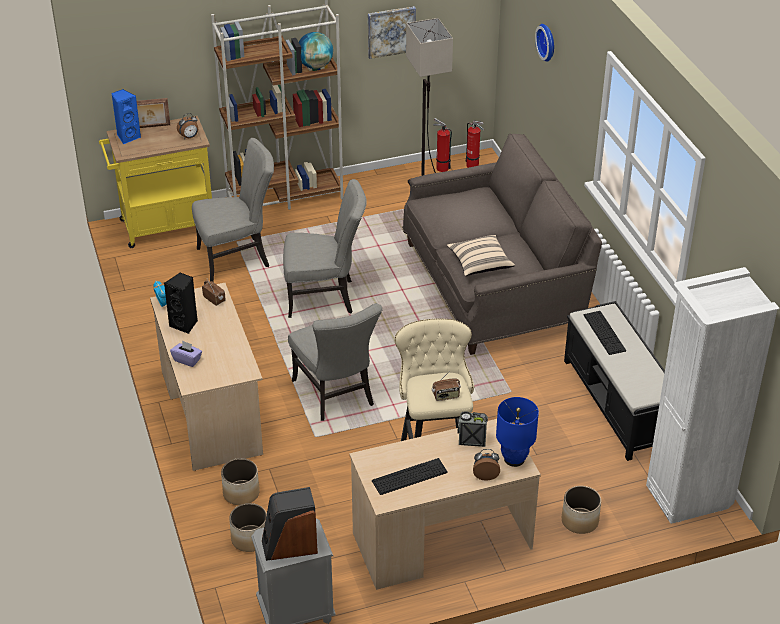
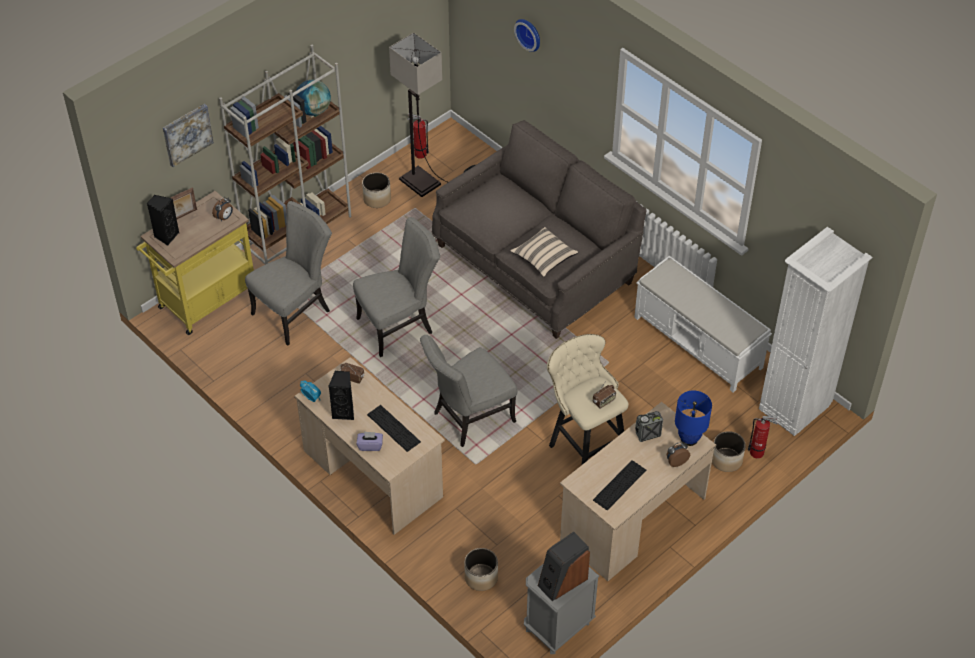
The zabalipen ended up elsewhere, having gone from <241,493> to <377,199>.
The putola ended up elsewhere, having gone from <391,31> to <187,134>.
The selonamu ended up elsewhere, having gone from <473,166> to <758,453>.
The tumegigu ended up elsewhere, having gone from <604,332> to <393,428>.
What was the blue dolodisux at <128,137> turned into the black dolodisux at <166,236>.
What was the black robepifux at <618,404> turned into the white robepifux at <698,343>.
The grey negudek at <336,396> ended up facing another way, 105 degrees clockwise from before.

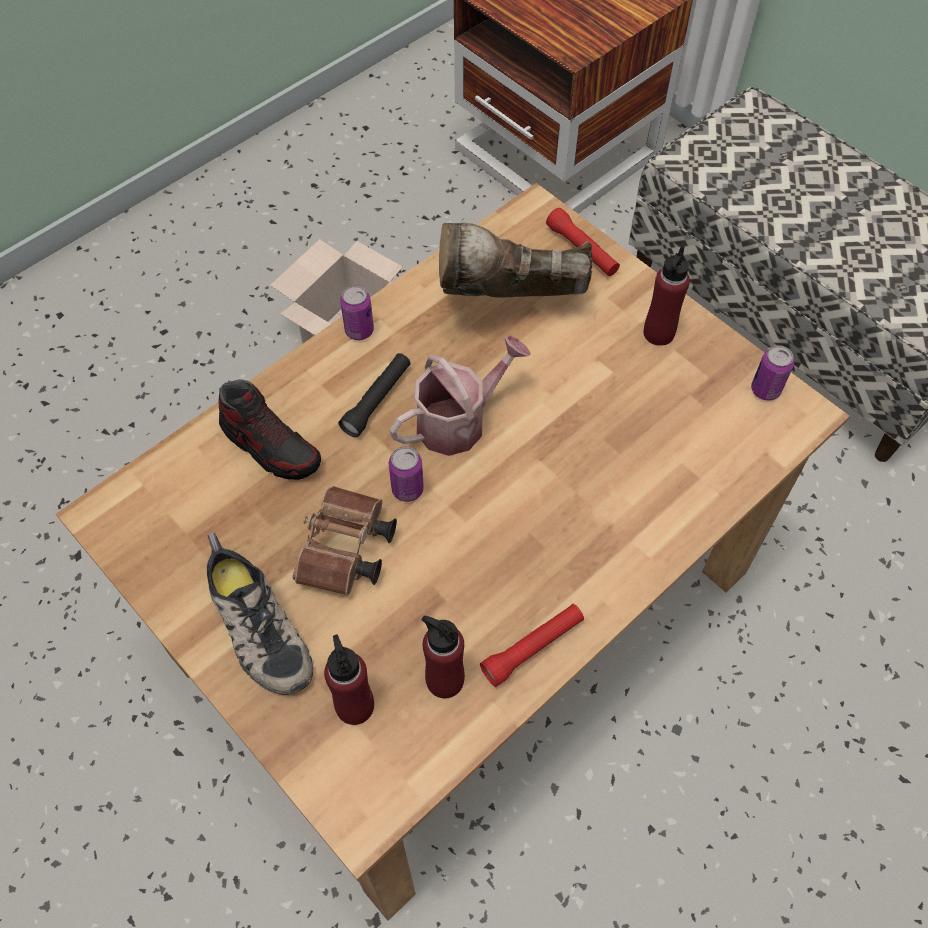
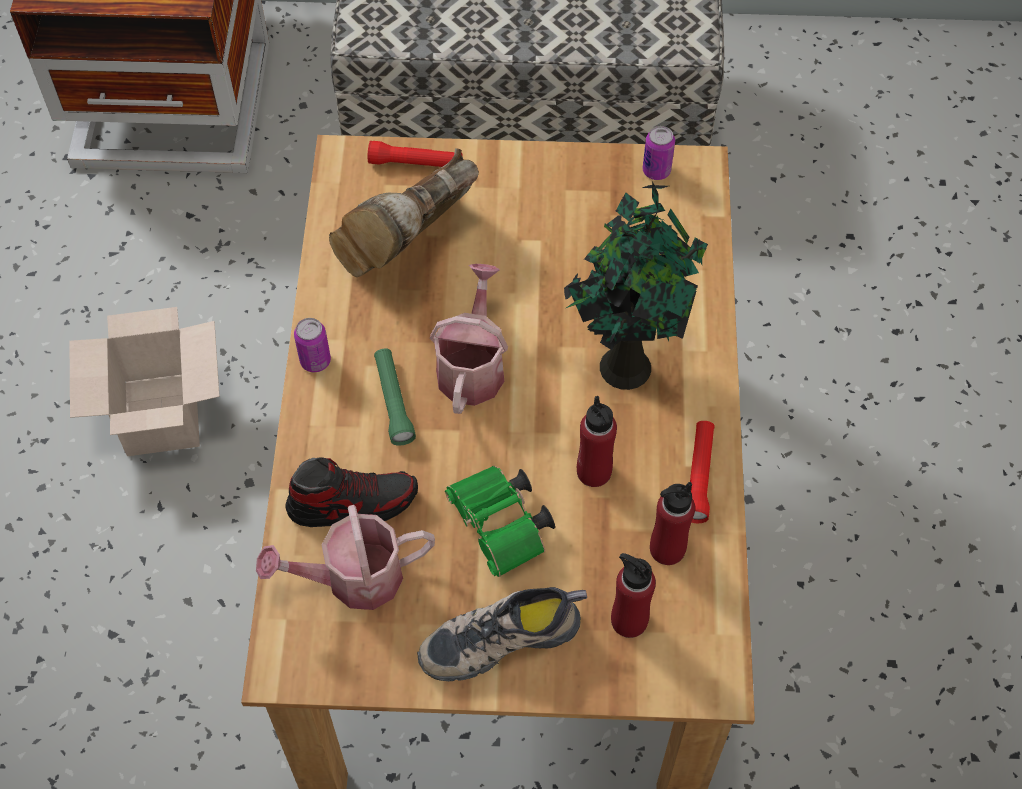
The second view lost the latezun at <407,489>.
The second view gained the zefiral at <353,579>.
The second view gained the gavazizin at <624,363>.
The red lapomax ended up elsewhere, having gone from <658,333> to <594,472>.
What was the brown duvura at <345,553> turned into the green duvura at <502,528>.
What was the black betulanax at <377,400> turned into the green betulanax at <393,401>.
The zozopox at <255,628> ended up facing another way, 150 degrees clockwise from before.

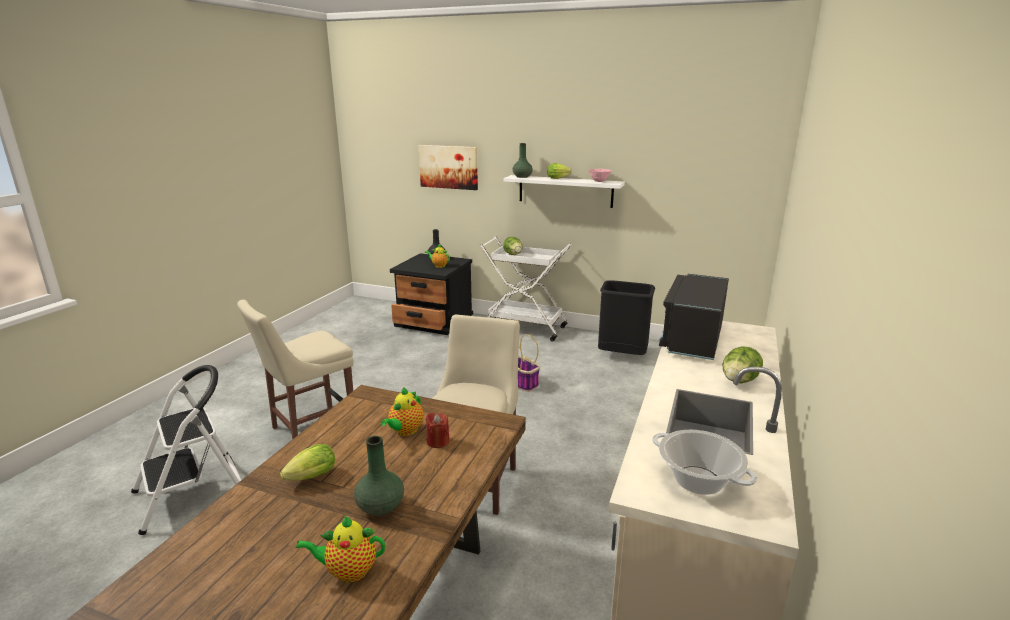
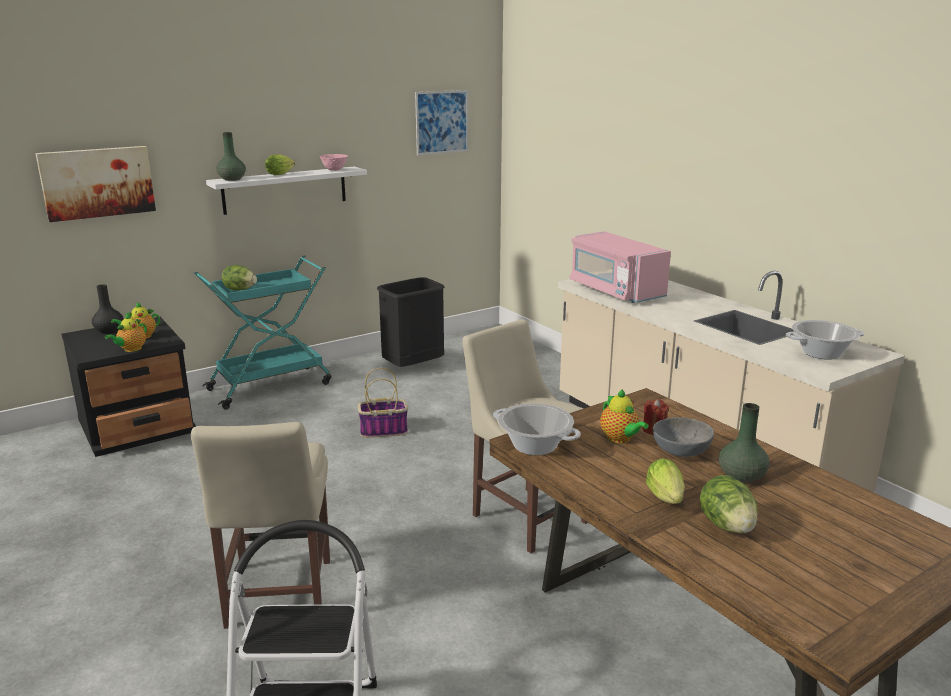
The second view gained the putola at <442,122>.
The second view gained the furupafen at <534,446>.
The second view gained the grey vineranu at <680,451>.
The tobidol ended up elsewhere, having gone from <348,571> to <131,349>.
The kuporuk ended up elsewhere, having gone from <739,381> to <727,526>.
What was the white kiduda at <523,329> turned into the turquoise kiduda at <270,387>.
What was the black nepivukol at <692,338> turned into the pink nepivukol at <615,291>.

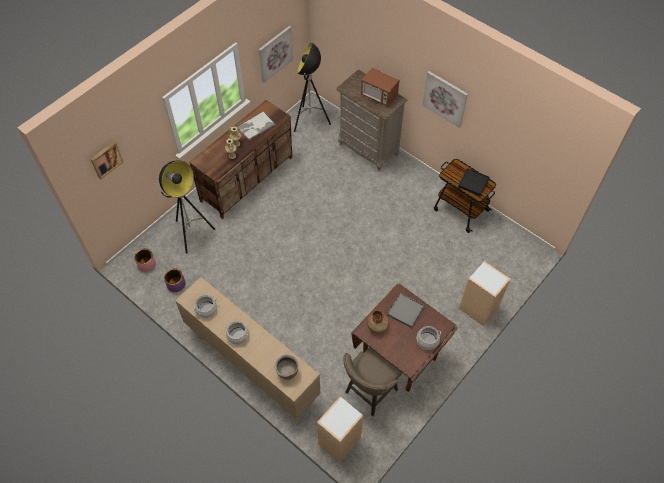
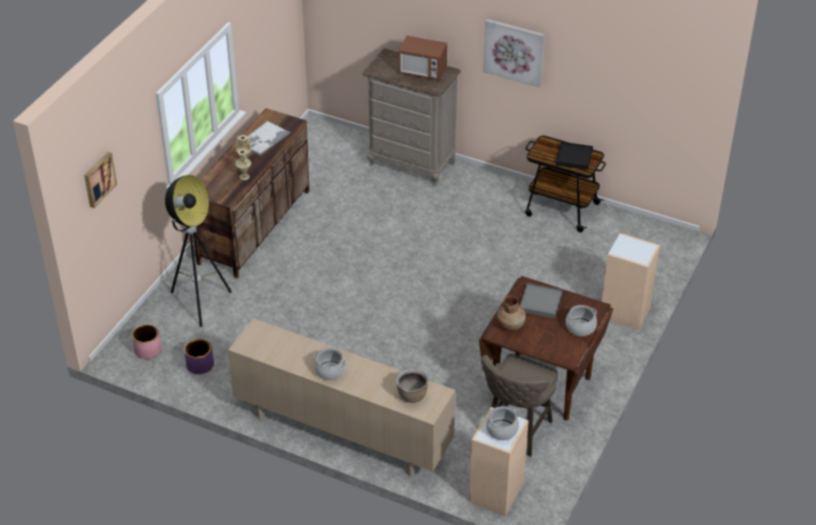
The second view lost the putola at <275,53>.
The second view lost the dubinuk at <310,121>.
The furupafen ended up elsewhere, having gone from <206,309> to <502,430>.

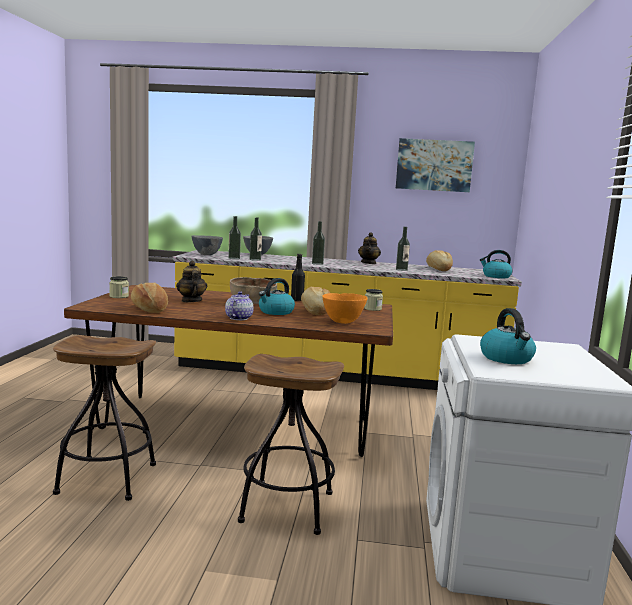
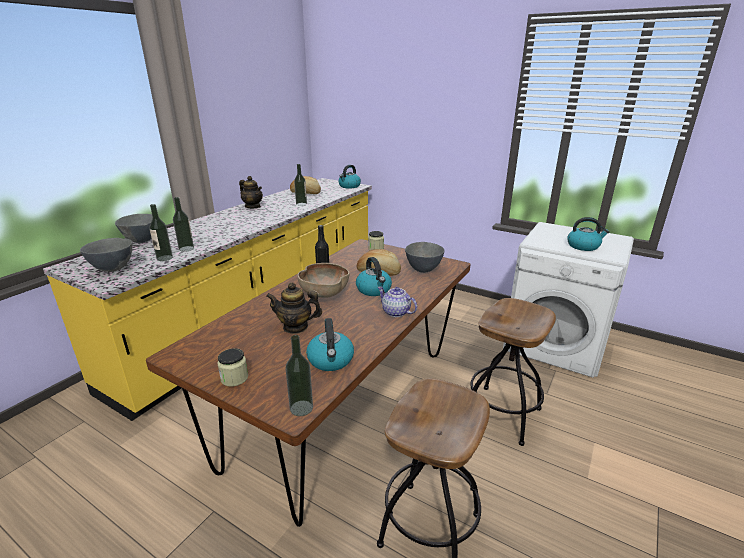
The second view lost the putola at <434,165>.
The lapomax ended up elsewhere, having gone from <317,264> to <301,408>.
Where the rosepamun stood at <149,309>, the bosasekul came to stand at <331,360>.
What was the orange vineranu at <342,322> turned into the grey vineranu at <423,270>.

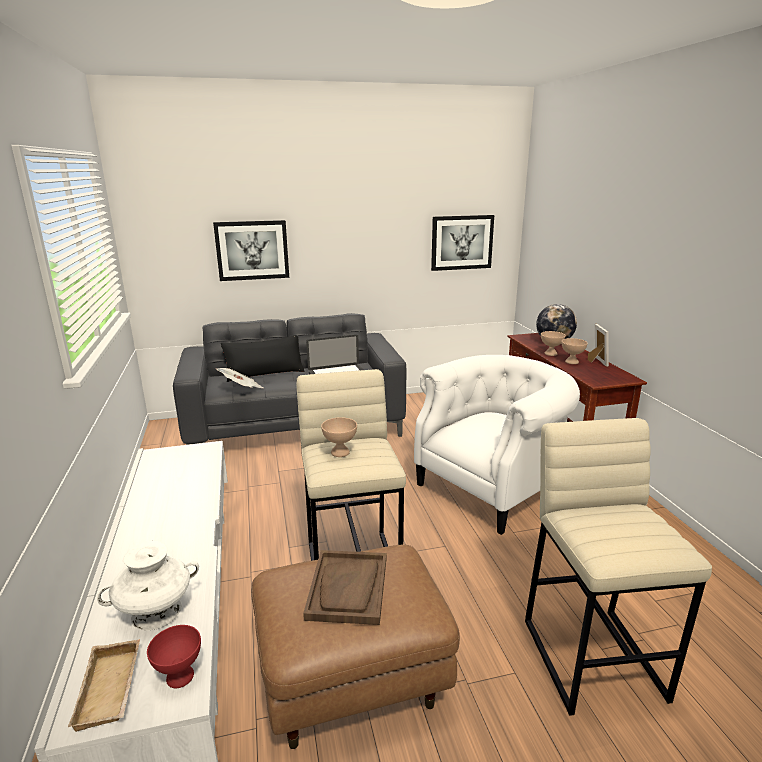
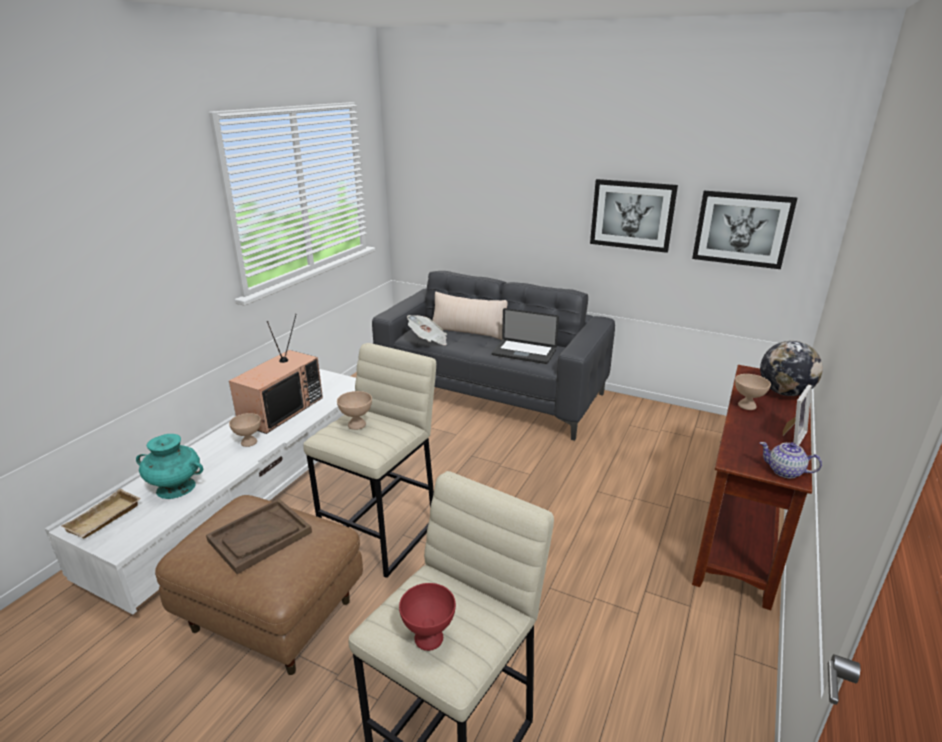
The second view lost the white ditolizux at <493,487>.
The second view gained the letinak at <281,409>.
The second view gained the tobidol at <785,472>.
The red vineranu ended up elsewhere, having gone from <180,676> to <429,637>.
The putola ended up elsewhere, having gone from <252,250> to <632,215>.
The beige vineranu ended up elsewhere, having gone from <572,362> to <249,442>.
What was the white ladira at <156,612> turned into the turquoise ladira at <175,488>.
What was the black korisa at <264,373> turned into the beige korisa at <468,331>.

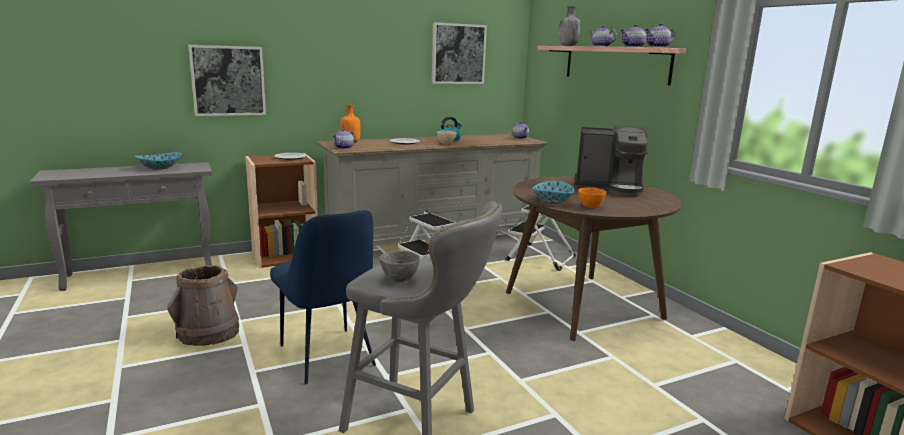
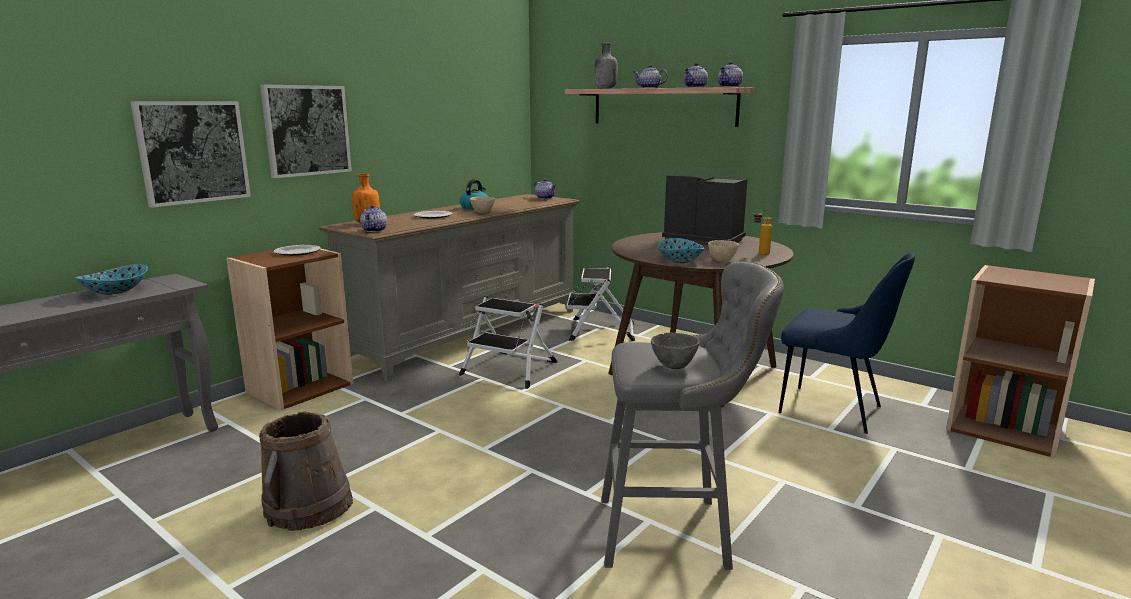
The second view gained the lapomax at <760,253>.
The blue negudek ended up elsewhere, having gone from <328,355> to <831,409>.
The putola ended up elsewhere, having gone from <458,54> to <307,130>.
What was the orange vineranu at <591,207> turned into the beige vineranu at <722,260>.
The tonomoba at <609,188> ended up facing another way, 135 degrees counterclockwise from before.

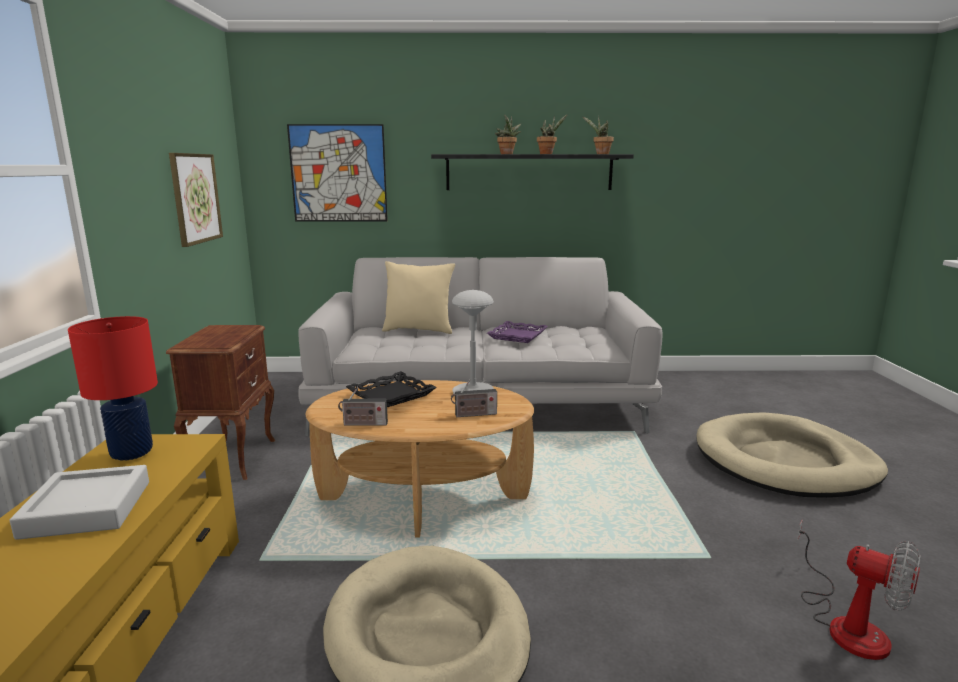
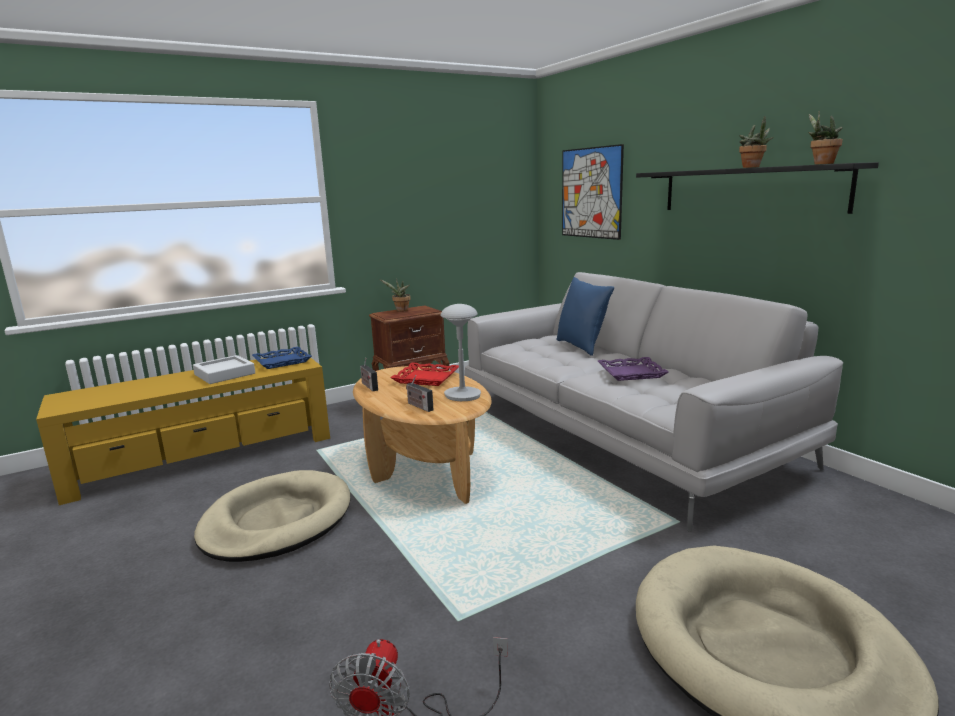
The second view lost the putola at <195,198>.
The gavazizin ended up elsewhere, having gone from <507,154> to <401,310>.
Where the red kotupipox stood at <132,455>, the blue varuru came to stand at <282,361>.
What was the black varuru at <391,395> turned into the red varuru at <425,378>.
What was the beige korisa at <419,330> turned into the blue korisa at <582,346>.

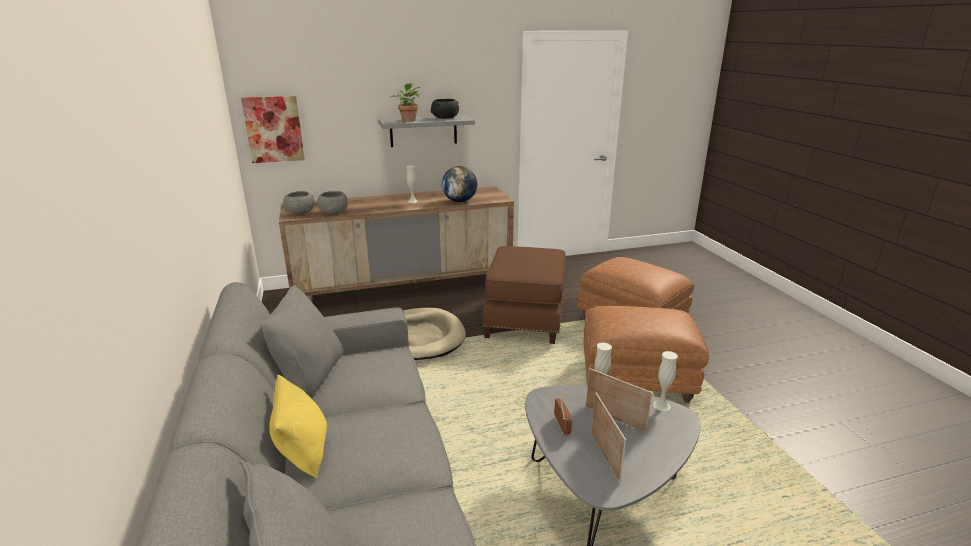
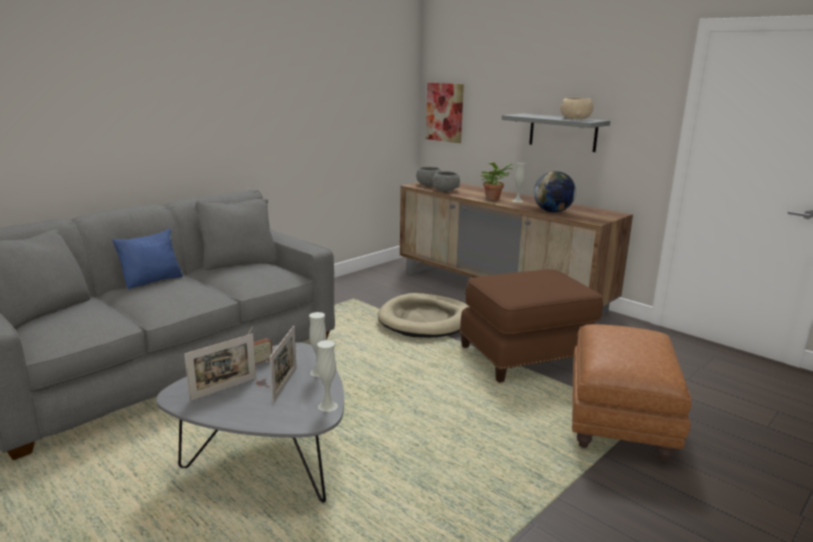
The second view lost the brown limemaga at <637,380>.
The gavazizin ended up elsewhere, having gone from <408,120> to <493,198>.
What was the yellow korisa at <303,452> turned into the blue korisa at <153,281>.
What was the black vineranu at <445,118> turned into the beige vineranu at <575,119>.

